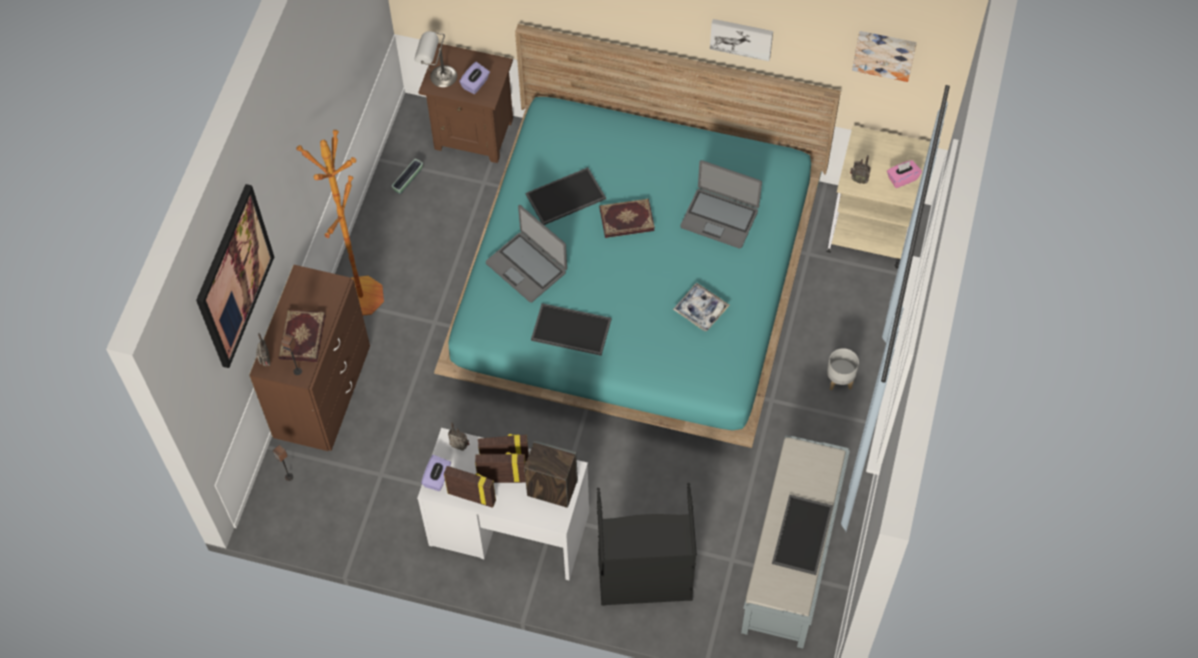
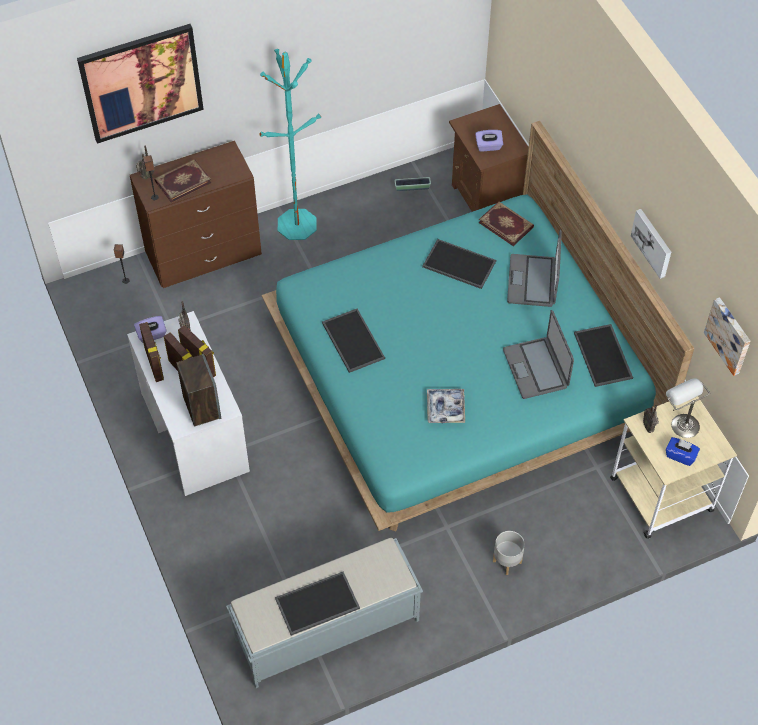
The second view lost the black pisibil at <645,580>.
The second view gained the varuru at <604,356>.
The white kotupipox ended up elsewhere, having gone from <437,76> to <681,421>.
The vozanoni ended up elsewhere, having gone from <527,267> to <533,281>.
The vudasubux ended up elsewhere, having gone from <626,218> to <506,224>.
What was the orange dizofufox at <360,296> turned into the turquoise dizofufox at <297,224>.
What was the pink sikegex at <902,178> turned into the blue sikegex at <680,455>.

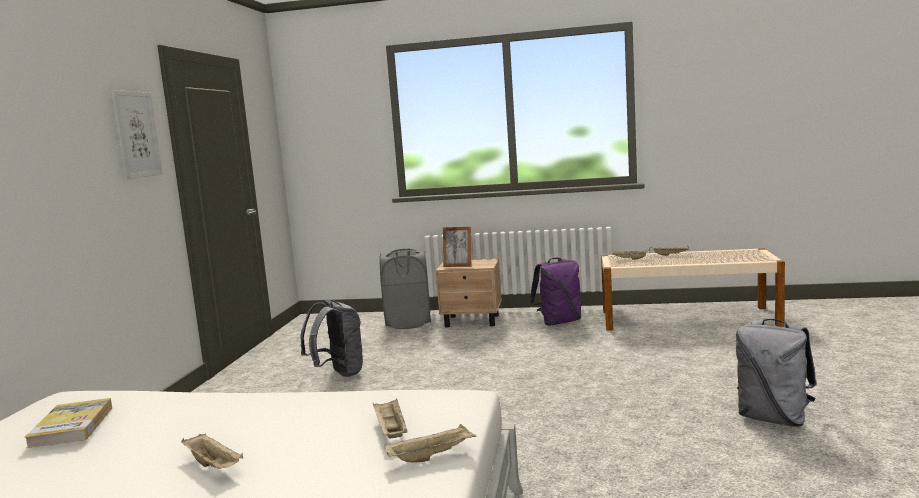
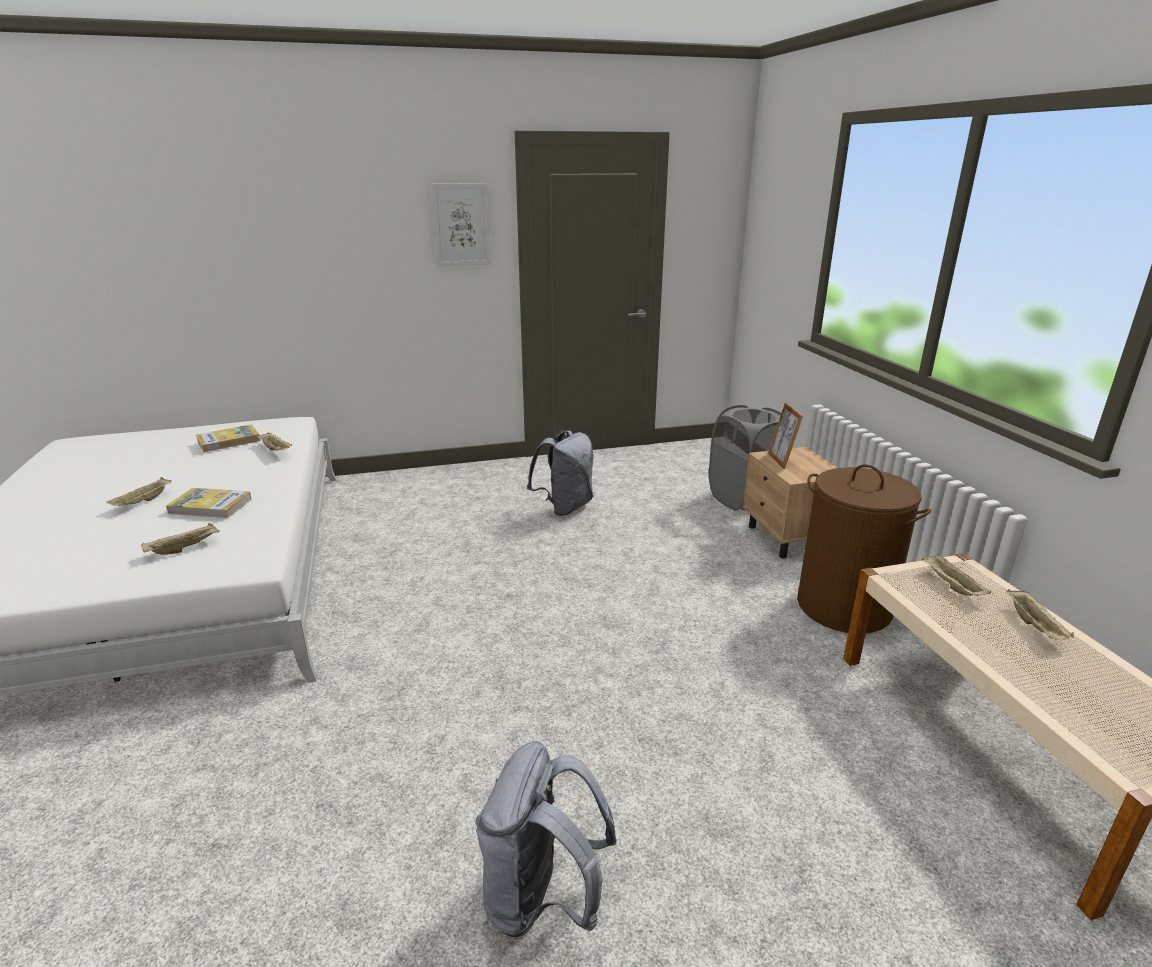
The second view gained the vudasubux at <210,506>.
The beige varuru ended up elsewhere, having gone from <432,456> to <276,450>.
Where the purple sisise stood at <559,322>, the brown pisibil came to stand at <844,607>.

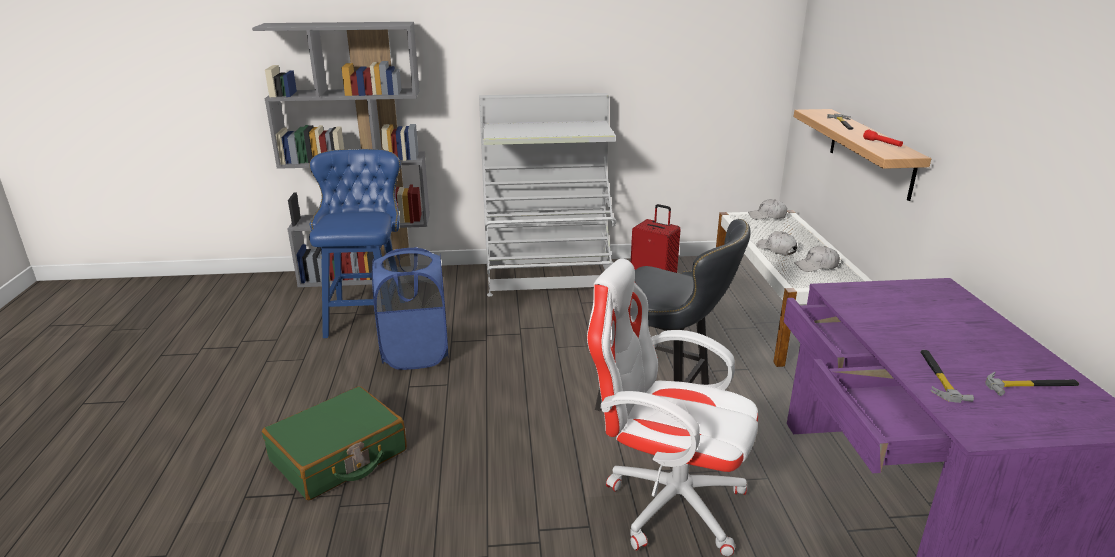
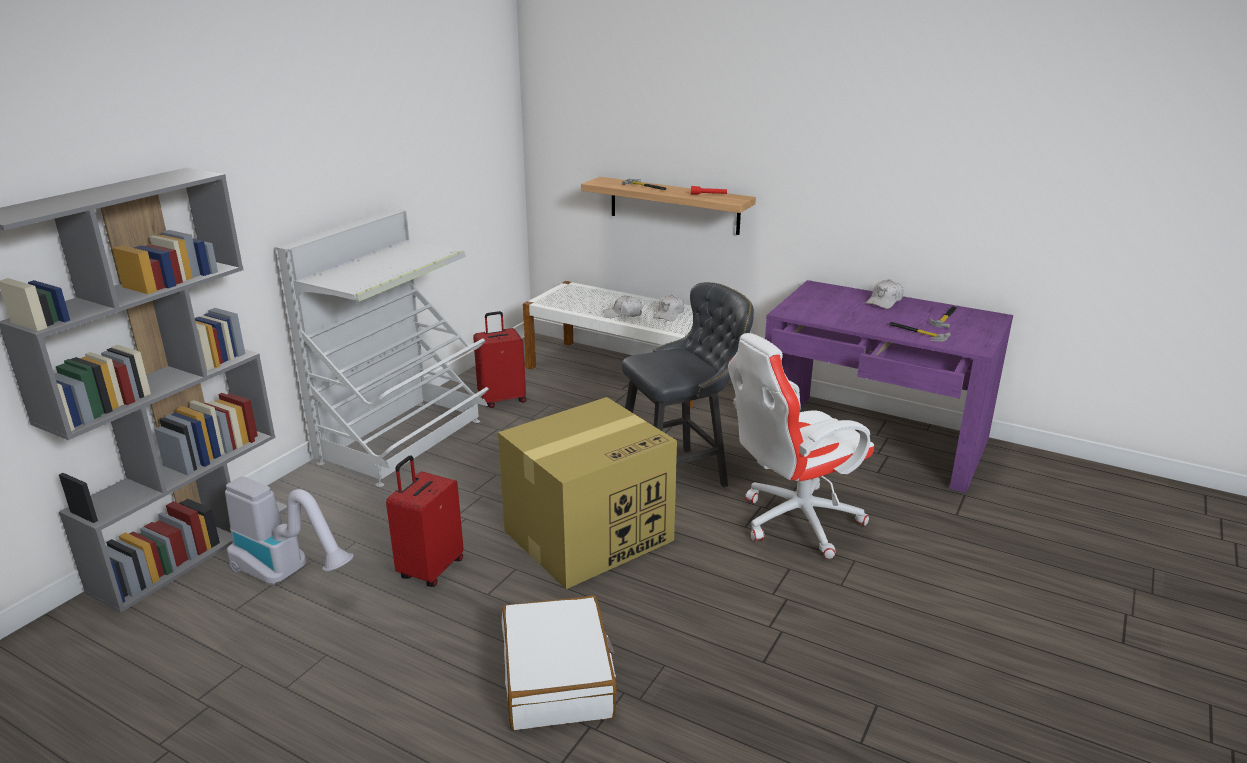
The second view gained the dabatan at <590,534>.
The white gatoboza ended up elsewhere, having gone from <767,216> to <884,301>.
Where the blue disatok stood at <368,312>, the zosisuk came to stand at <289,575>.
Where the blue pisibil stood at <416,353>, the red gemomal came to stand at <430,569>.
What was the green gemomal at <338,456> turned into the white gemomal at <558,677>.

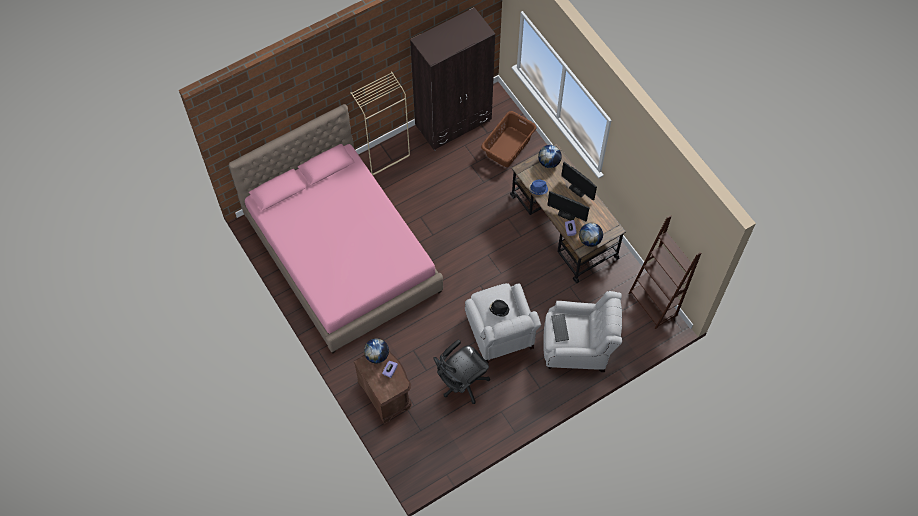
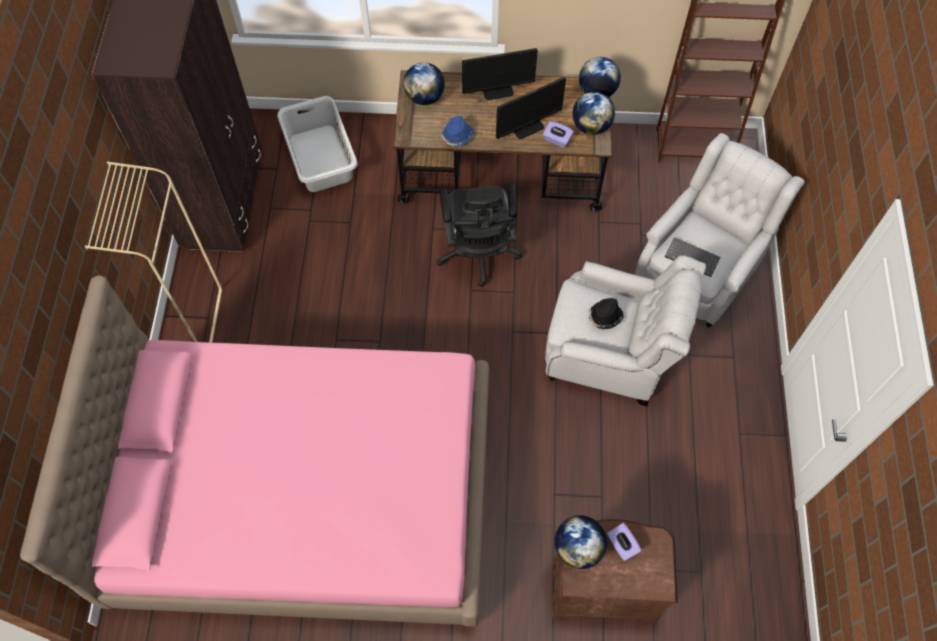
The second view gained the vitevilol at <597,91>.
The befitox ended up elsewhere, having gone from <461,383> to <478,254>.
What was the brown pisibil at <508,147> turned into the grey pisibil at <321,158>.

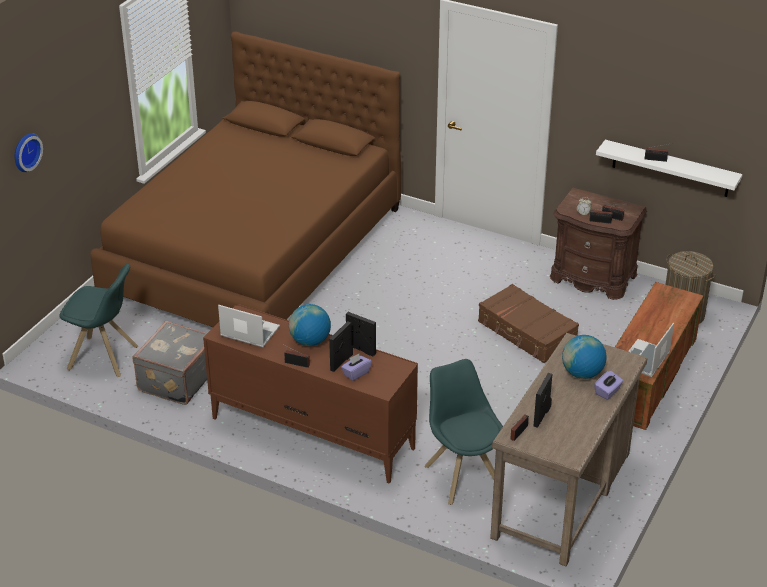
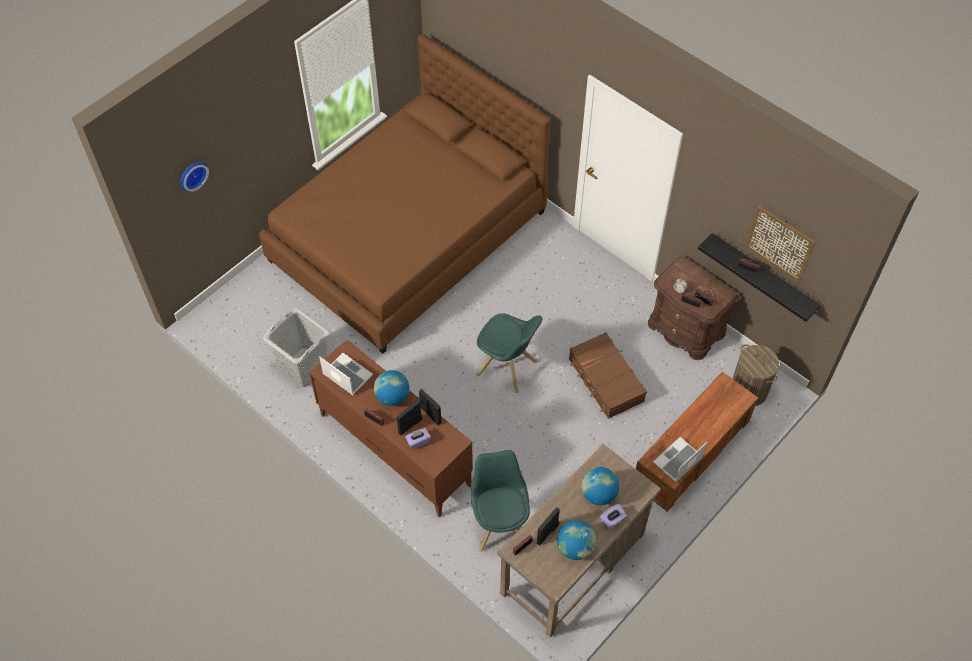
The second view gained the vitevilol at <575,547>.
The second view gained the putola at <780,242>.
The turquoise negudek ended up elsewhere, having gone from <103,357> to <507,368>.
Where the grey gemomal stood at <176,380>, the grey pisibil came to stand at <304,367>.
What was the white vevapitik at <670,169> turned into the black vevapitik at <762,276>.

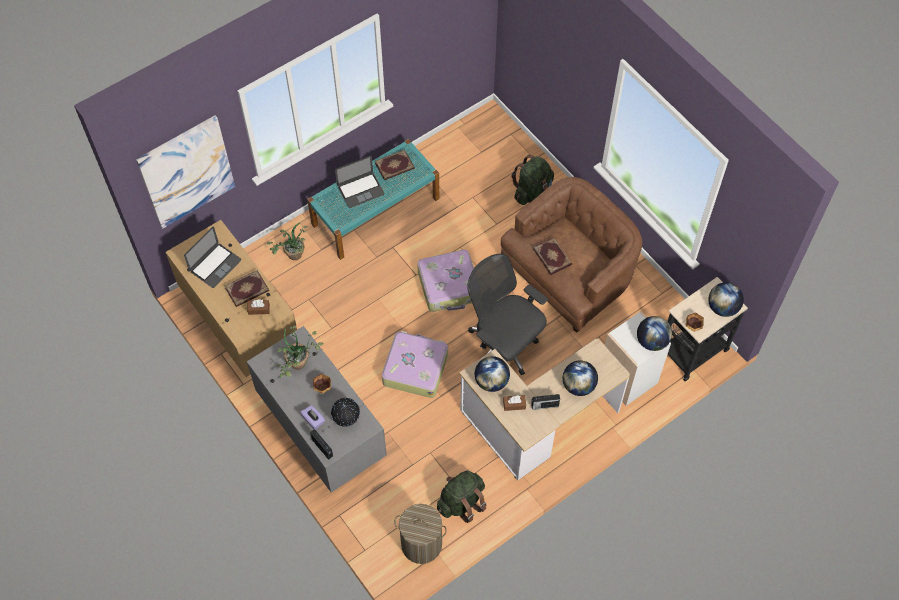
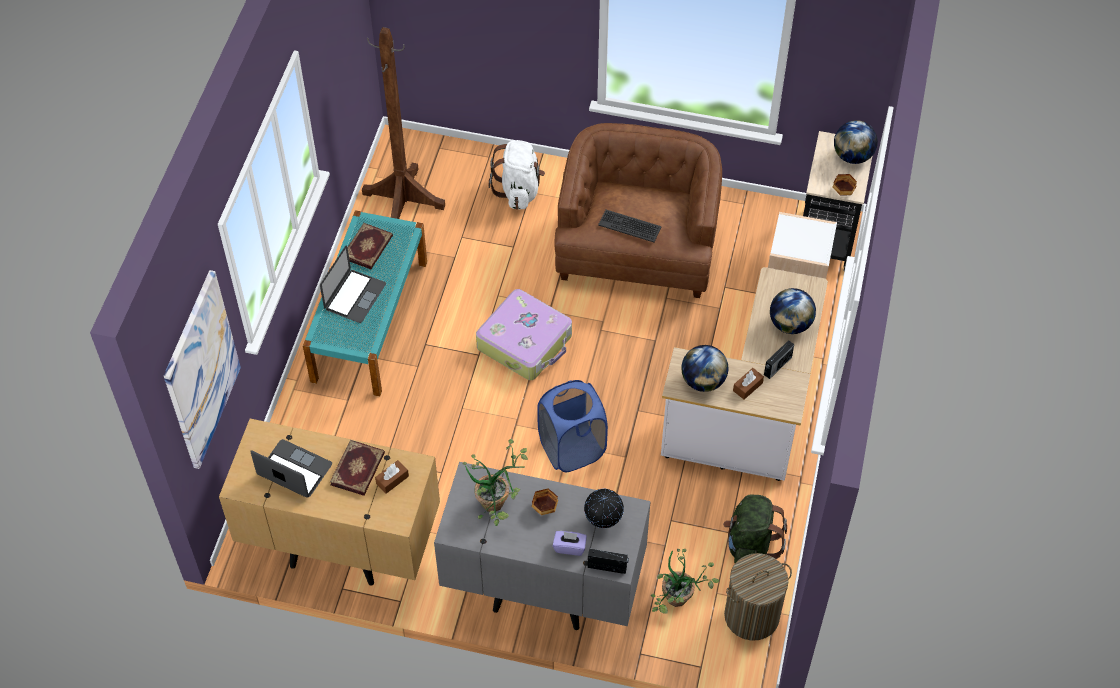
The second view lost the befitox at <503,346>.
The second view lost the vitevilol at <651,341>.
The second view gained the brown dizofufox at <403,200>.
The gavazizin ended up elsewhere, having gone from <292,257> to <677,603>.
Where the gemomal stood at <415,368>, the blue pisibil came to stand at <572,448>.
Where the vudasubux stood at <552,256>, the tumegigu came to stand at <630,226>.
What was the green sisise at <532,191> turned into the white sisise at <519,190>.
The vozanoni at <215,265> ended up facing another way, 60 degrees counterclockwise from before.

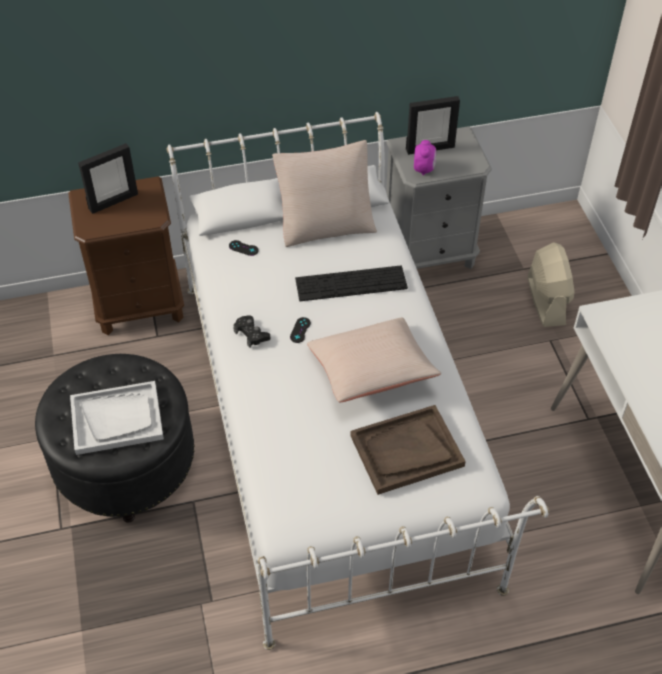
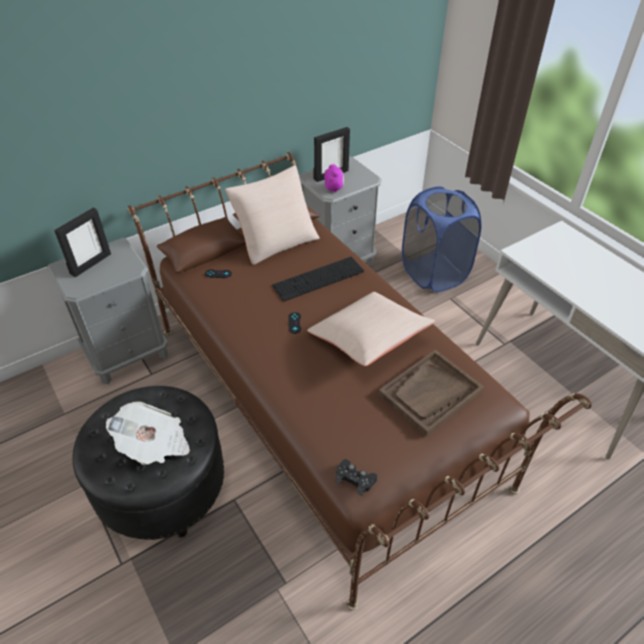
The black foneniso ended up elsewhere, having gone from <251,334> to <355,479>.
Where the white varuru stood at <117,419>, the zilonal came to stand at <154,445>.
Where the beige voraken stood at <546,300>, the blue pisibil came to stand at <433,273>.
What was the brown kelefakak at <139,305> turned into the grey kelefakak at <127,354>.
What was the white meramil at <330,426> turned into the brown meramil at <321,403>.

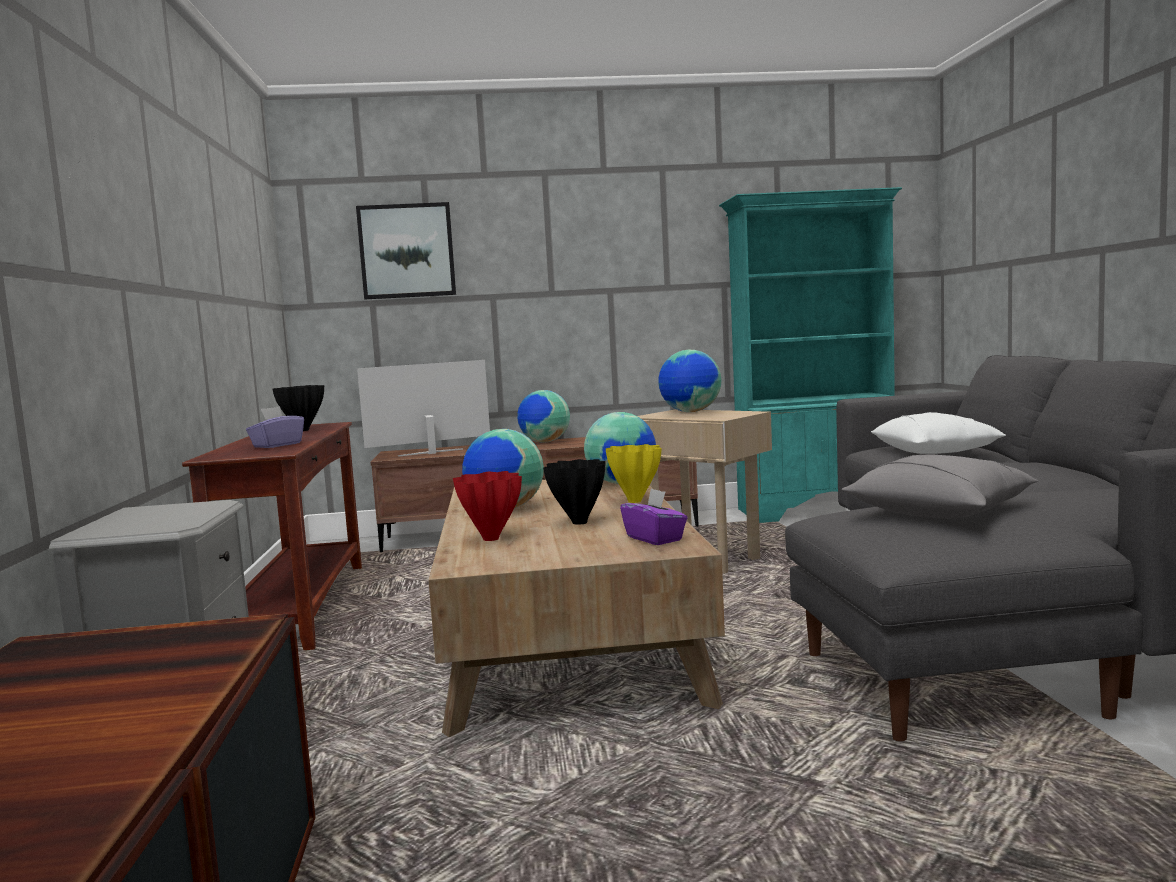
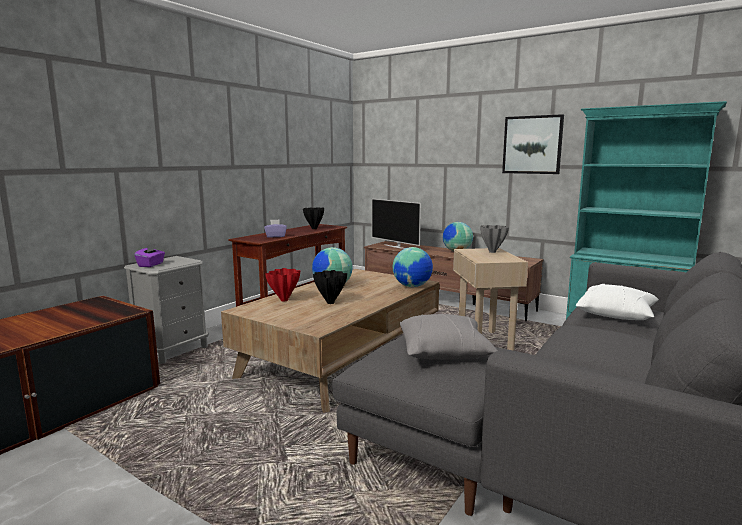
The second view lost the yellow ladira at <635,501>.
The putola ended up elsewhere, having gone from <407,251> to <532,145>.
The purple sikegex ended up elsewhere, having gone from <655,539> to <151,265>.
Where the vitevilol stood at <690,412>, the grey ladira came to stand at <493,252>.
The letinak at <431,453> ended up facing another way, 150 degrees counterclockwise from before.

